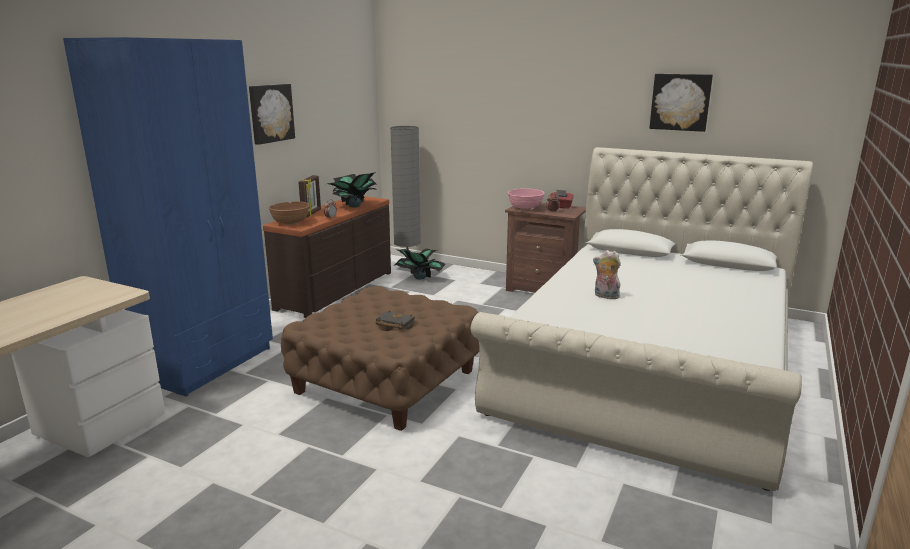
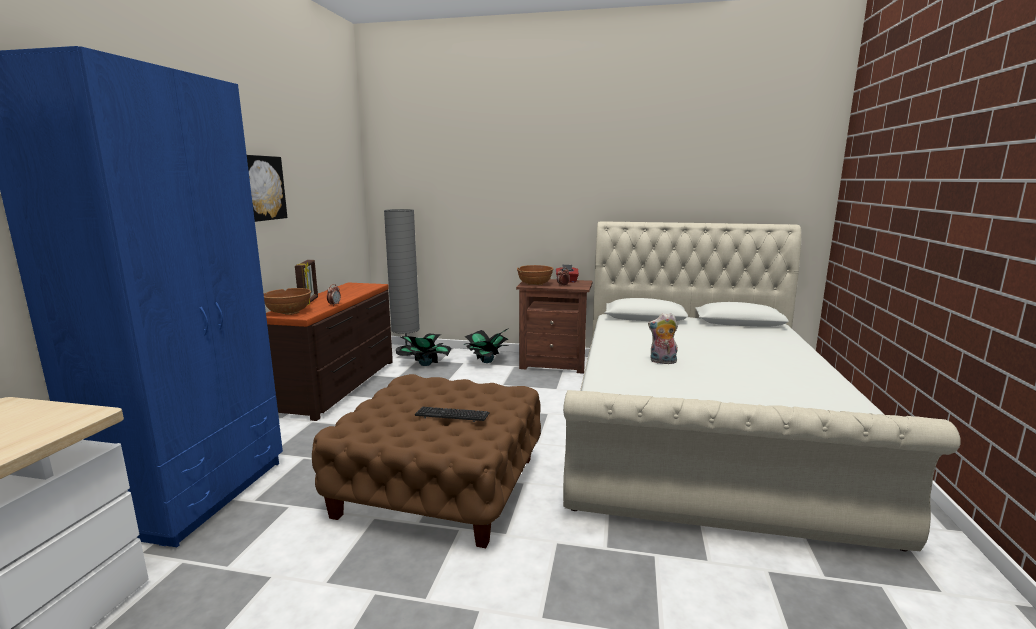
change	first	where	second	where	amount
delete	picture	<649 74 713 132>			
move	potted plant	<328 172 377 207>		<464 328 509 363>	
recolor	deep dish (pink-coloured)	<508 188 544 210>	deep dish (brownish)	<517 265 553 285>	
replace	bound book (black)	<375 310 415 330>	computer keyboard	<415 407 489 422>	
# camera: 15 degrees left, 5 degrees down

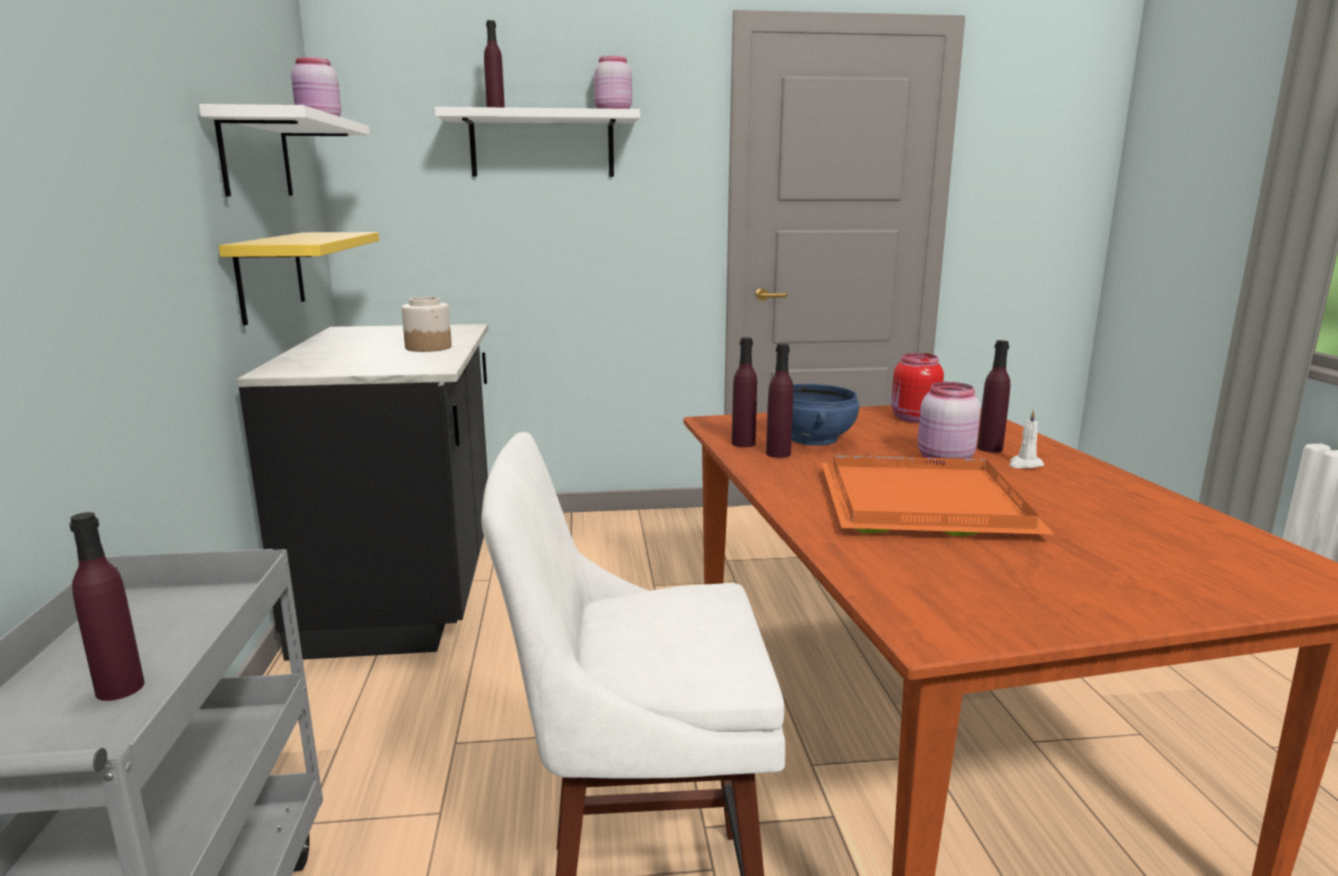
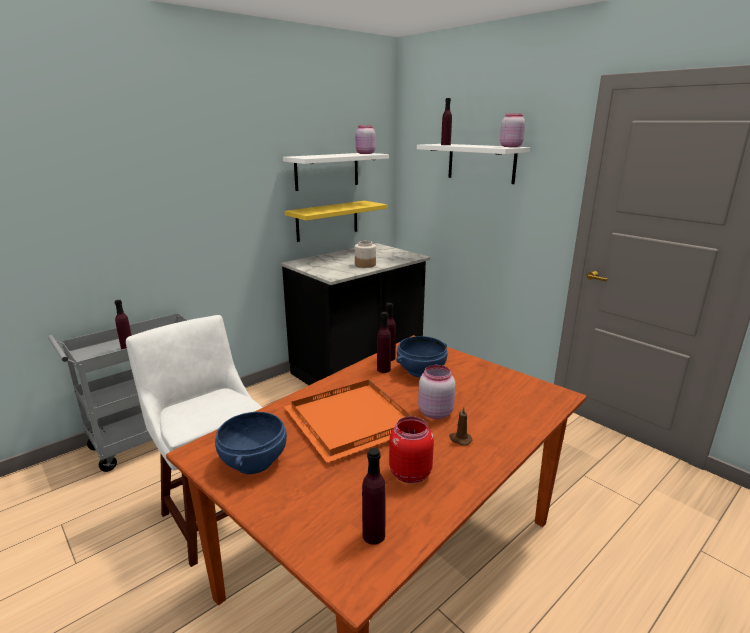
change	first	where	second	where	amount
move	beverage bottle (purple-coloured)	<977 340 1010 453>		<362 448 386 545>	
move	jar (reddish)	<891 353 944 423>		<389 416 434 483>	
recolor	wax candle (white)	<1009 409 1044 468>	wax candle (brownish)	<449 406 473 445>	
insert			deep dish (bluish)	<215 412 287 474>	
# camera: 55 degrees right, 5 degrees up

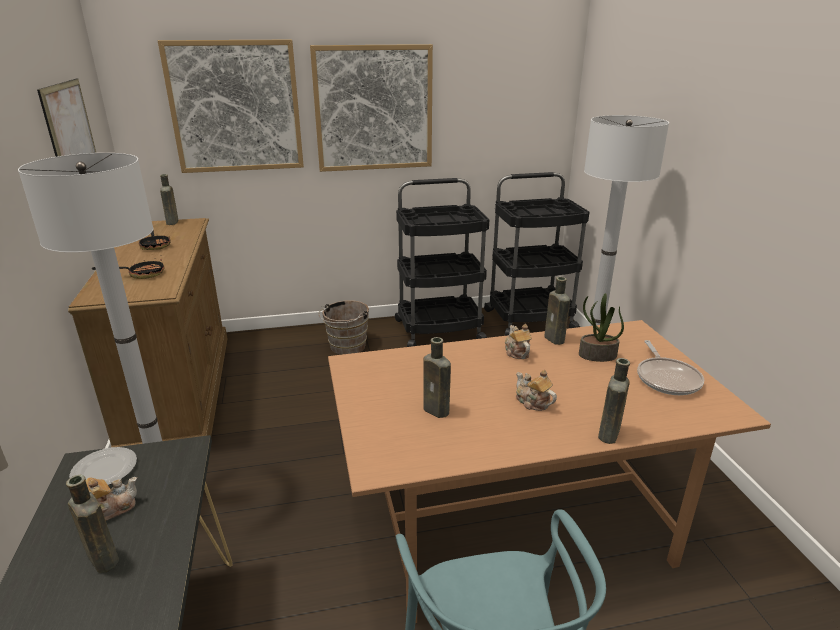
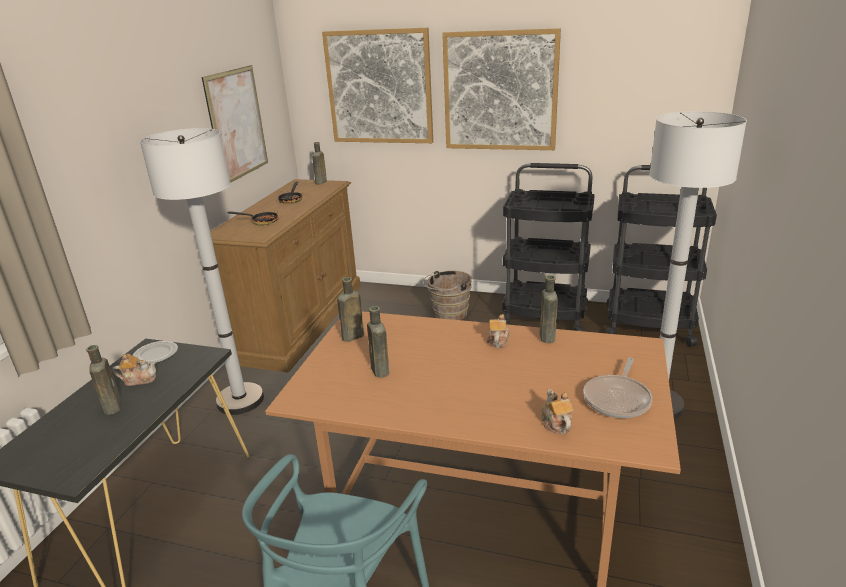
change	first	where	second	where	amount
delete	potted plant	<579 293 624 362>			
move	beverage bottle (brownish)	<598 358 630 444>		<337 277 364 342>	
move	tea pot	<516 369 557 411>		<541 389 574 434>	
# camera: 30 degrees right, 0 degrees up

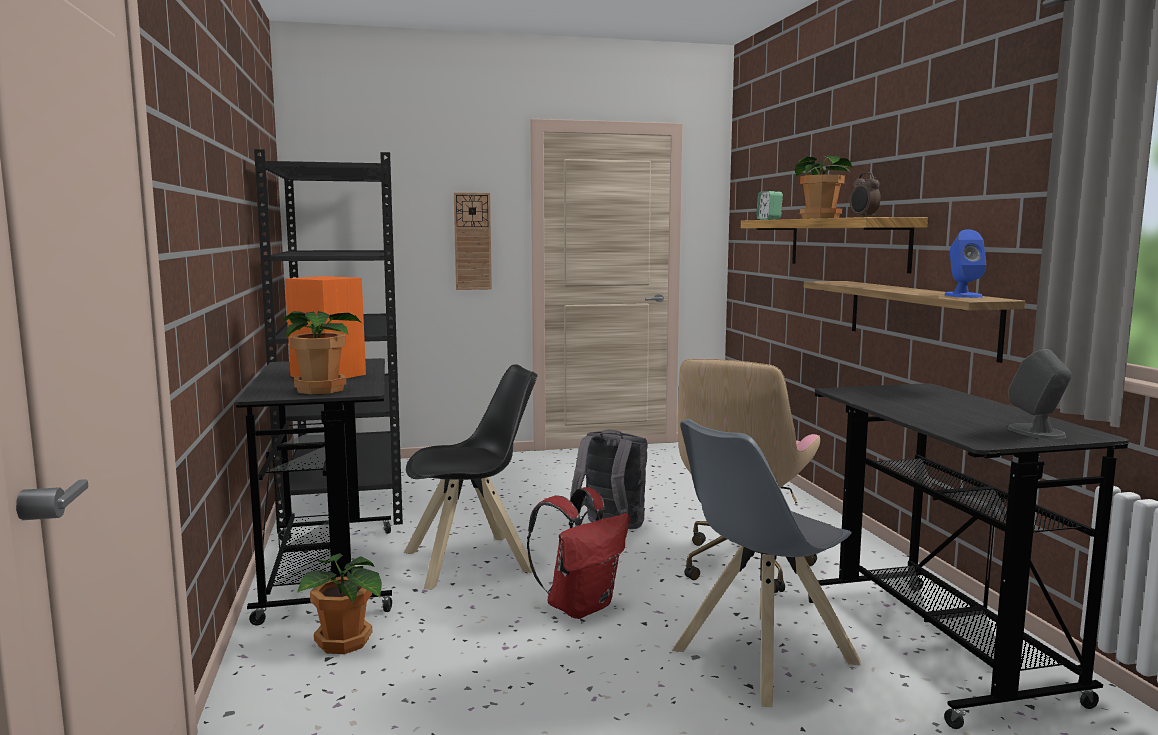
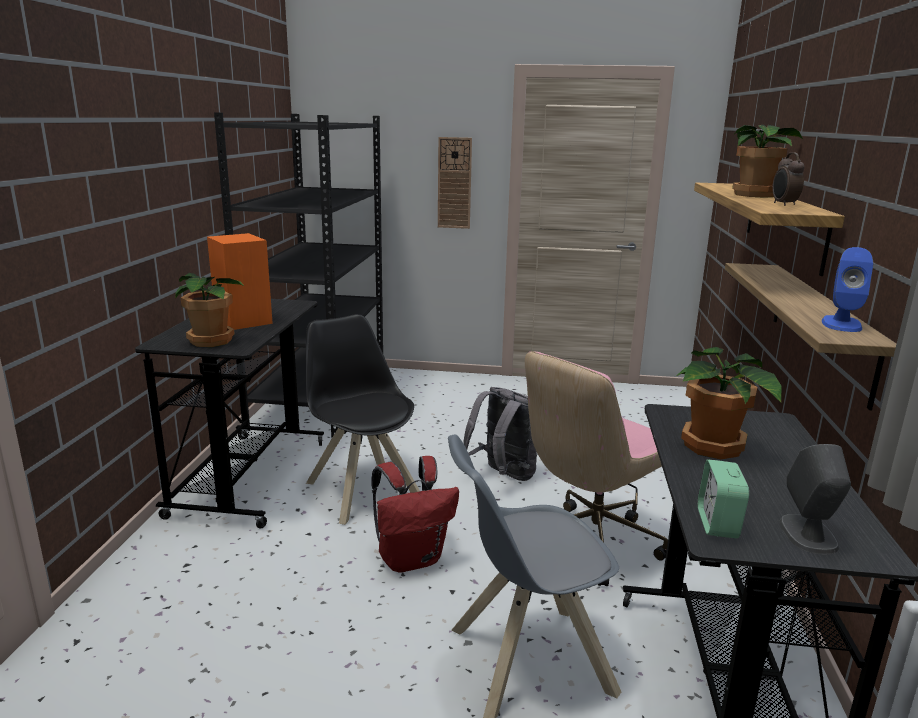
change	first	where	second	where	amount
move	alarm clock	<756 191 783 220>		<698 459 749 539>	
rotate	chair (black)	<404 364 538 590>		<306 314 420 525>	120 degrees counterclockwise
move	potted plant	<297 553 382 654>		<677 347 782 459>	
# camera: 20 degrees right, 10 degrees up

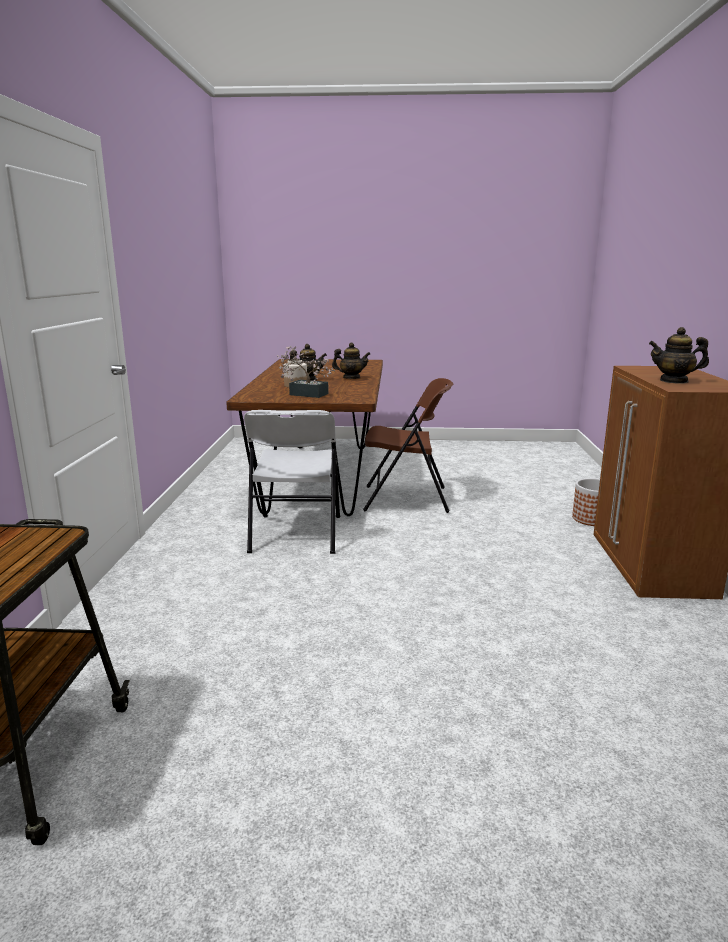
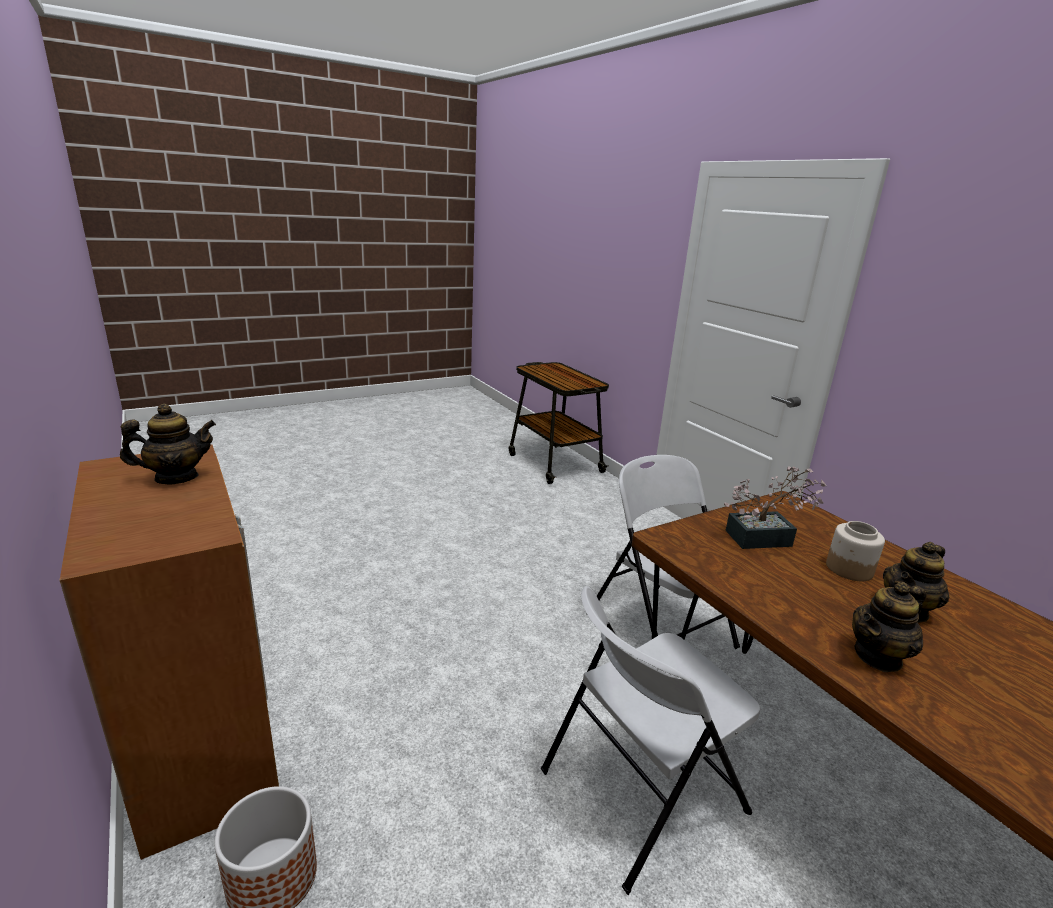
change	first	where	second	where	amount
recolor	chair (brownish)	<363 378 453 513>	chair (white)	<541 586 760 895>	
# camera: 145 degrees right, 5 degrees up

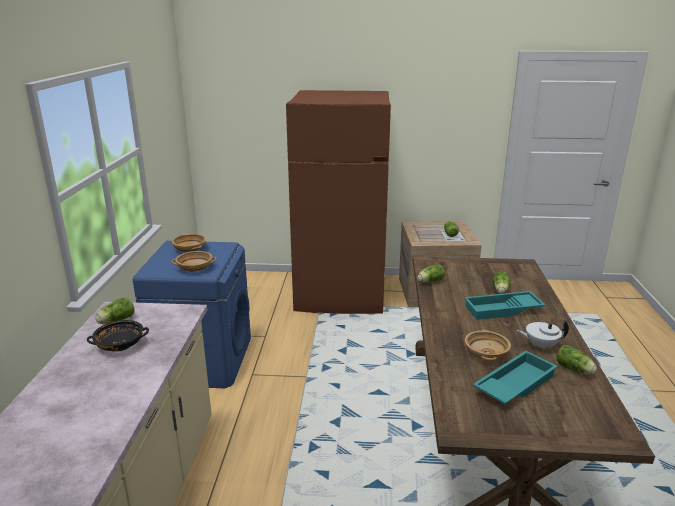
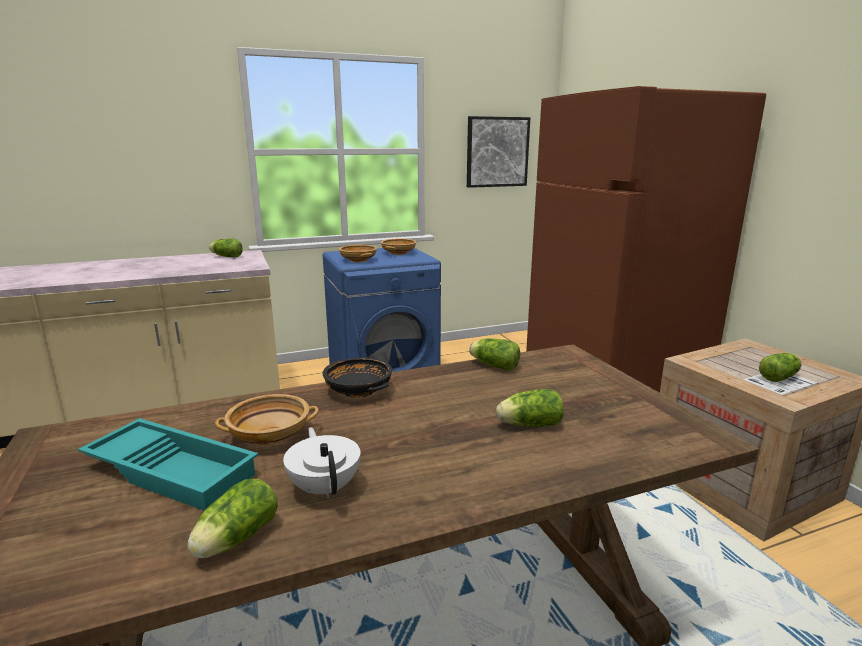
change	first	where	second	where	amount
delete	carrying tray (turquoise-coloured)	<464 291 545 320>			
move	deep dish (black)	<87 320 149 352>		<322 357 392 398>	
insert			picture	<467 116 530 188>	
# camera: 65 degrees right, 5 degrees down

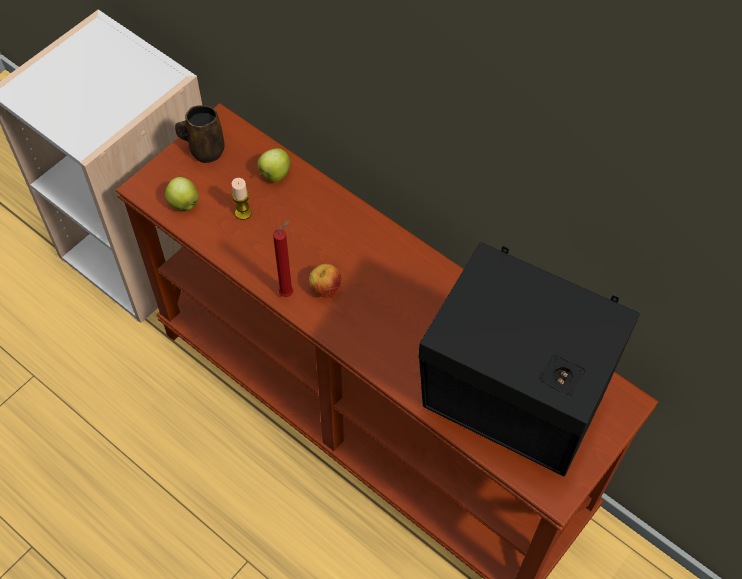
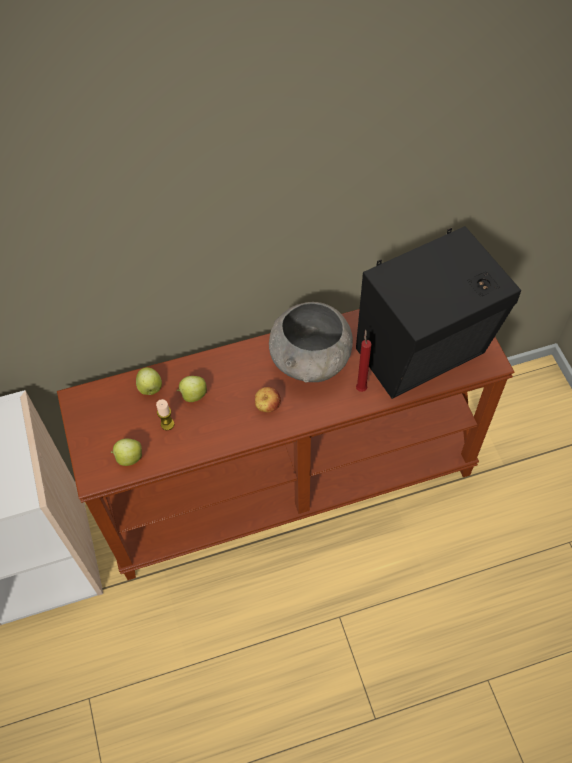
change	first	where	second	where	amount
delete	mug (brownish)	<175 105 225 163>			
move	wax candle (reddish)	<273 220 293 297>		<356 330 371 392>	
insert			deep dish (greyish)	<269 302 353 383>	
insert			apple fruit	<177 376 207 402>	
# camera: 55 degrees left, 0 degrees up

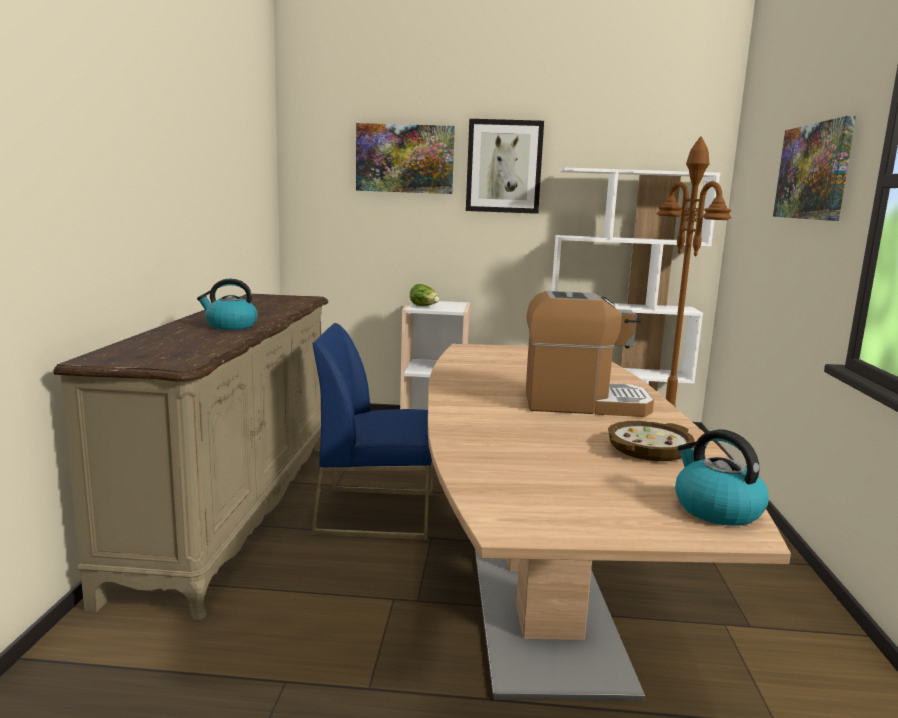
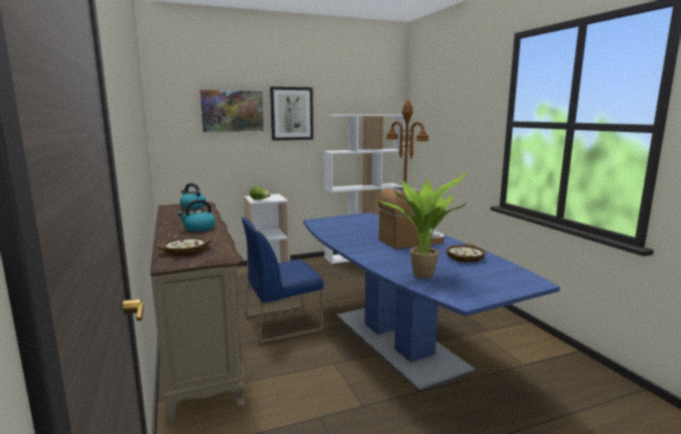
change	first	where	second	where	amount
delete	picture	<773 116 856 221>			
recolor	dining table (brownish)	<428 344 791 701>	dining table (bluish)	<303 212 560 392>	
move	kettle	<675 429 769 526>		<180 183 206 209>	
insert			potted plant	<377 171 468 279>	
insert			deep dish	<157 236 212 256>	
# camera: 25 degrees left, 0 degrees up

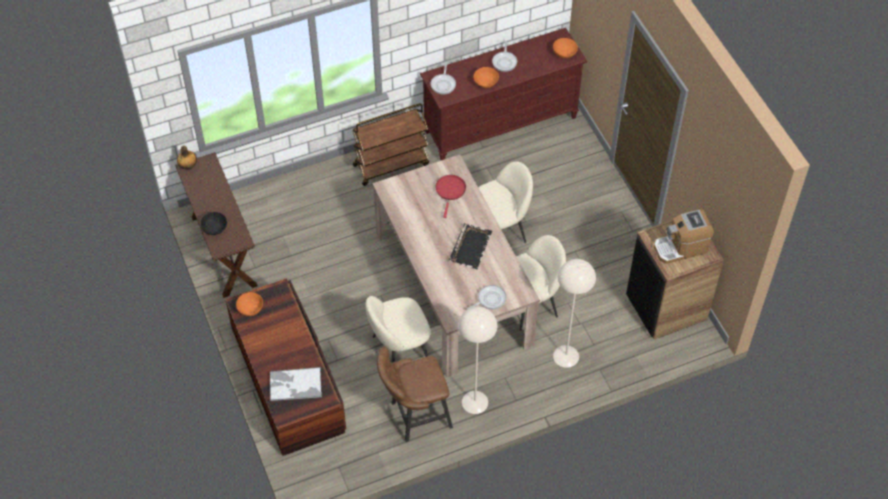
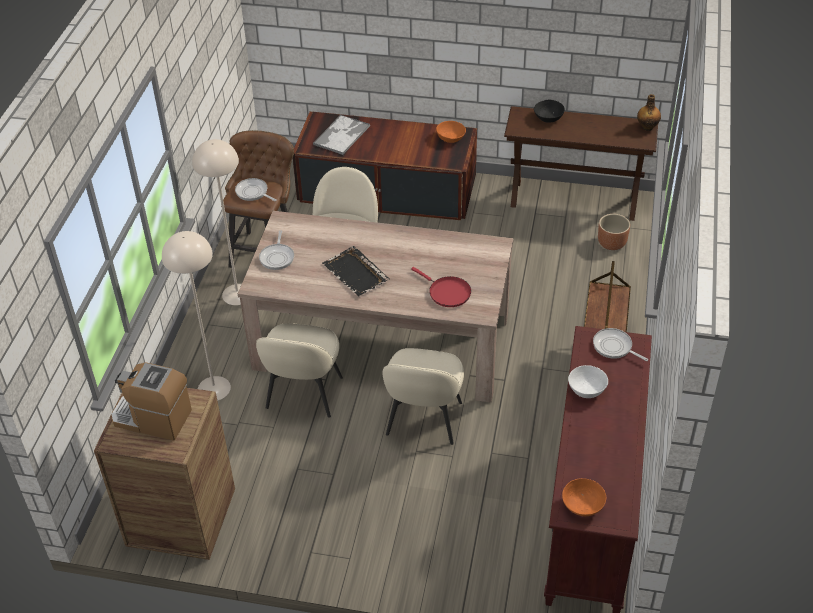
change	first	where	second	where	amount
move	skillet	<492 41 517 72>		<235 178 277 201>	
recolor	deep dish (orange)	<474 67 499 88>	deep dish (white)	<568 365 608 398>	
rotate	coffee brewer	<654 209 714 264>		<111 362 192 441>	90 degrees counterclockwise
insert			planter (brownish)	<598 214 630 250>	
# camera: 125 degrees right, 10 degrees down

